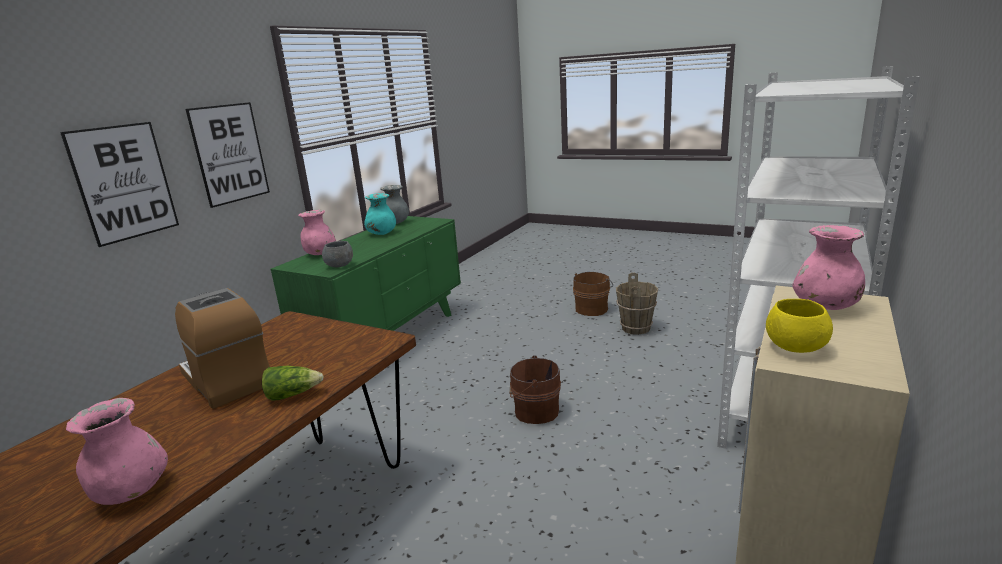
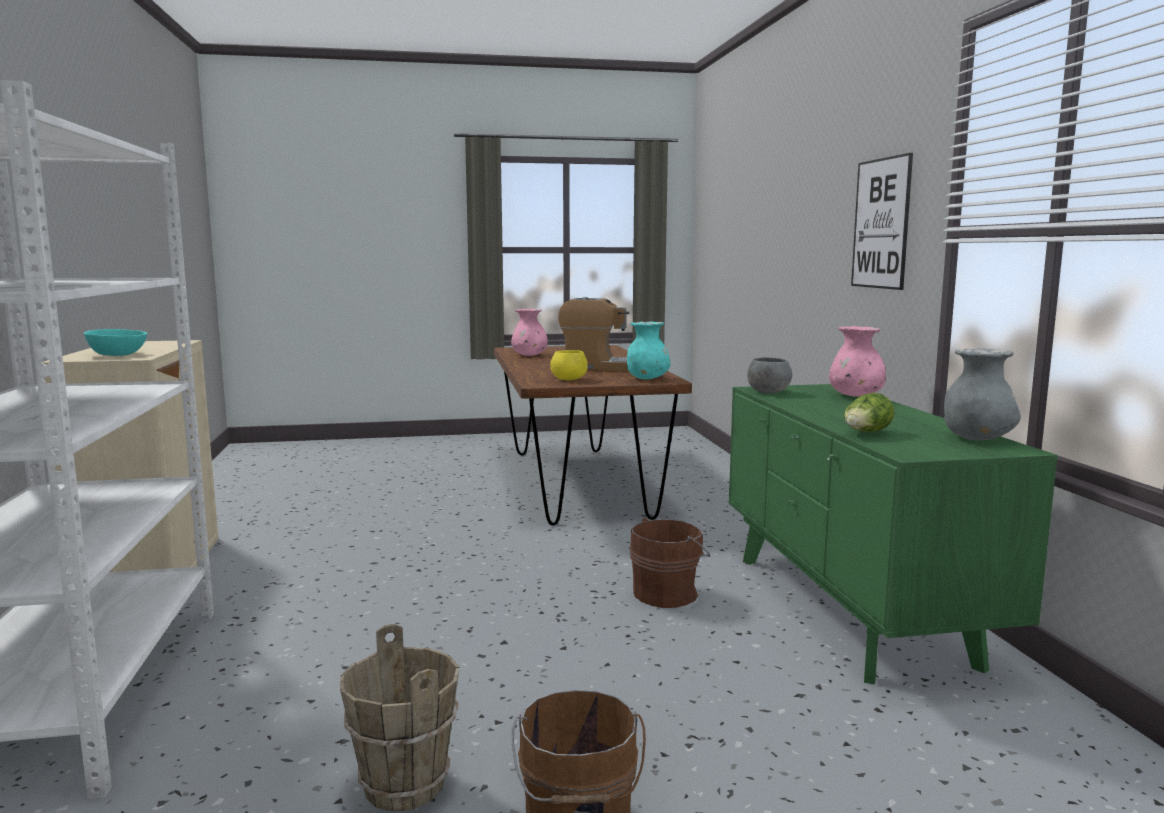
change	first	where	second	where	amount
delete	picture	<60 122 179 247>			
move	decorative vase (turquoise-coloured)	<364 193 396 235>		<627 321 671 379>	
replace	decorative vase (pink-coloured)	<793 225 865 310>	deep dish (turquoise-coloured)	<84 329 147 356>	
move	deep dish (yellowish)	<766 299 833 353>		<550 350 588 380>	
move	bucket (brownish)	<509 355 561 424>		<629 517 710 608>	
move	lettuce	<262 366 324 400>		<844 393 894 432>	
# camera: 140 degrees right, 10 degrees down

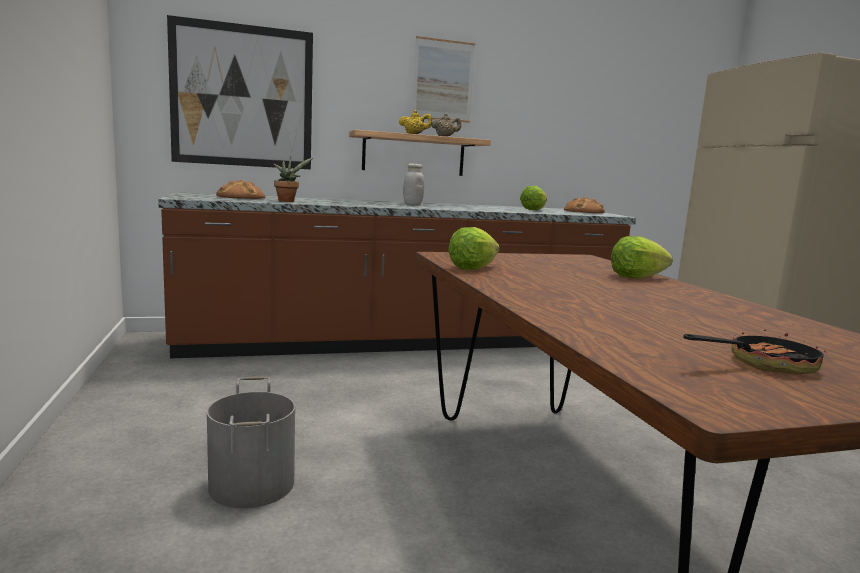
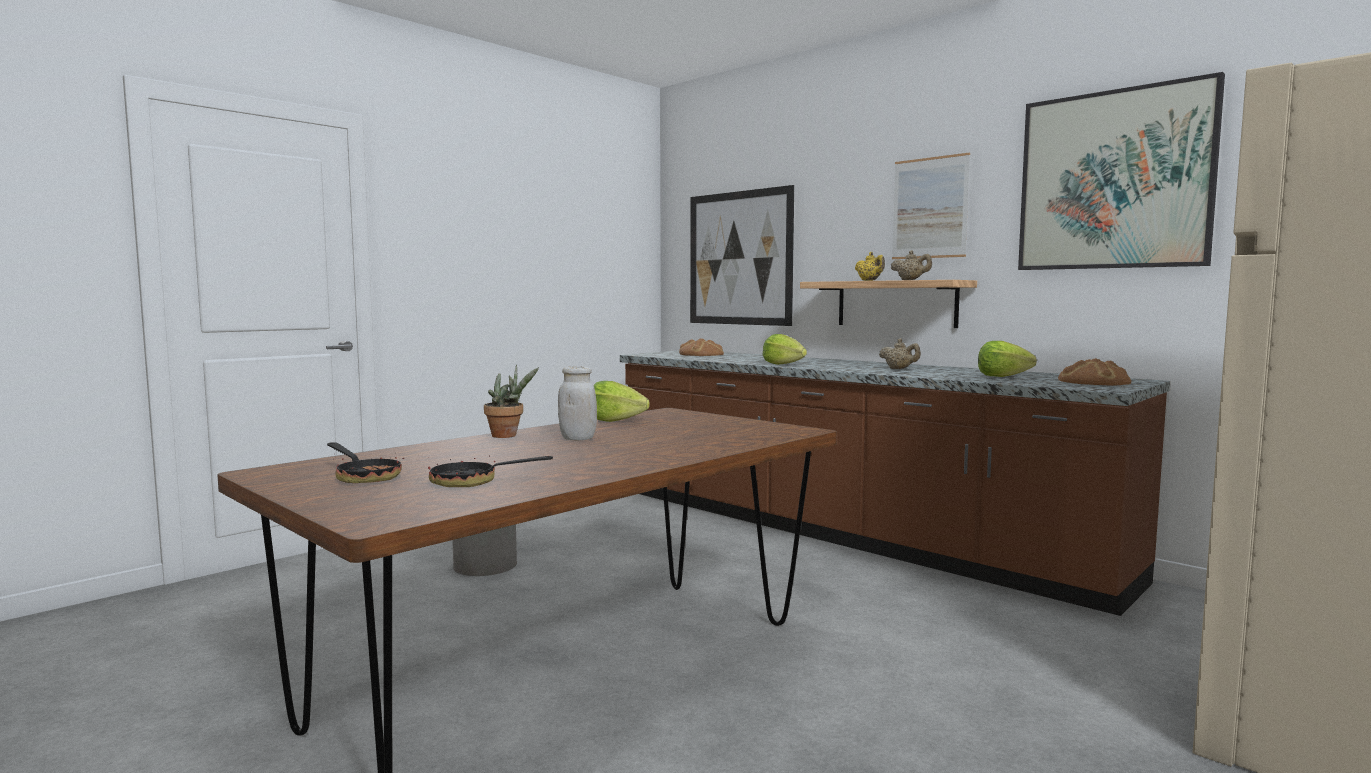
change	first	where	second	where	amount
move	potted plant	<273 156 313 202>		<484 365 539 438>	
move	jar (white)	<403 163 424 205>		<558 366 597 440>	
move	lettuce	<611 236 673 279>		<763 334 807 365>	
insert			picture	<1018 72 1225 270>	
insert			tea pot (beige-coloured)	<879 338 921 369>	
insert			skillet	<428 448 553 487>	
# camera: 60 degrees right, 5 degrees down

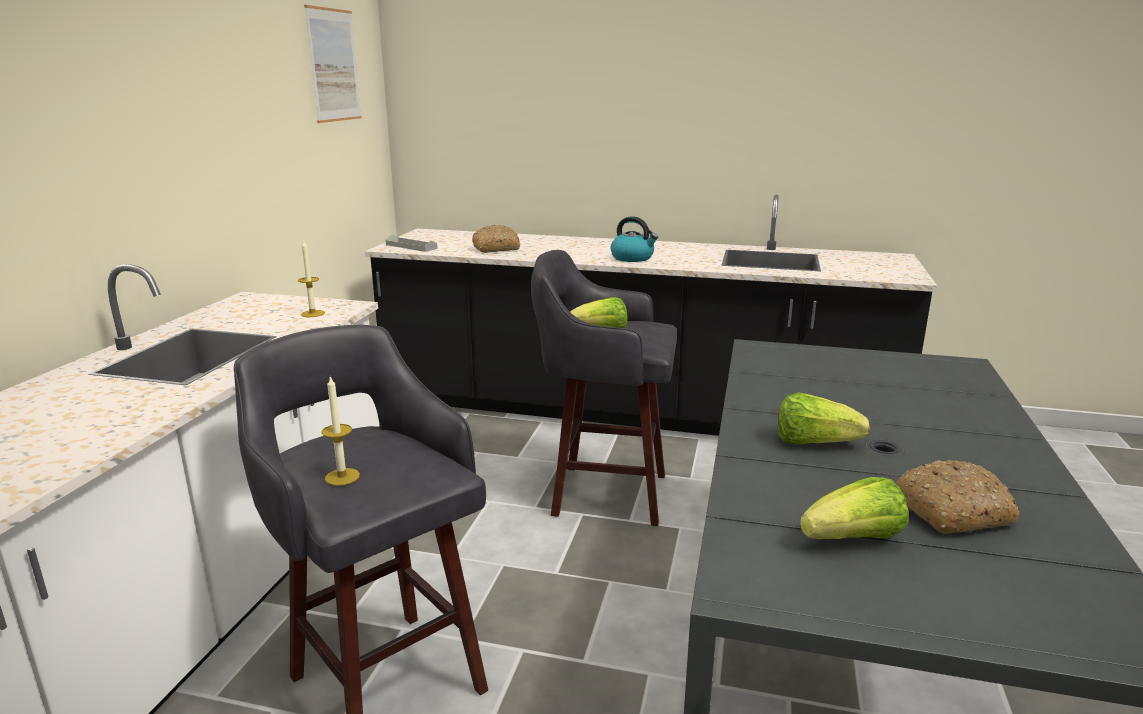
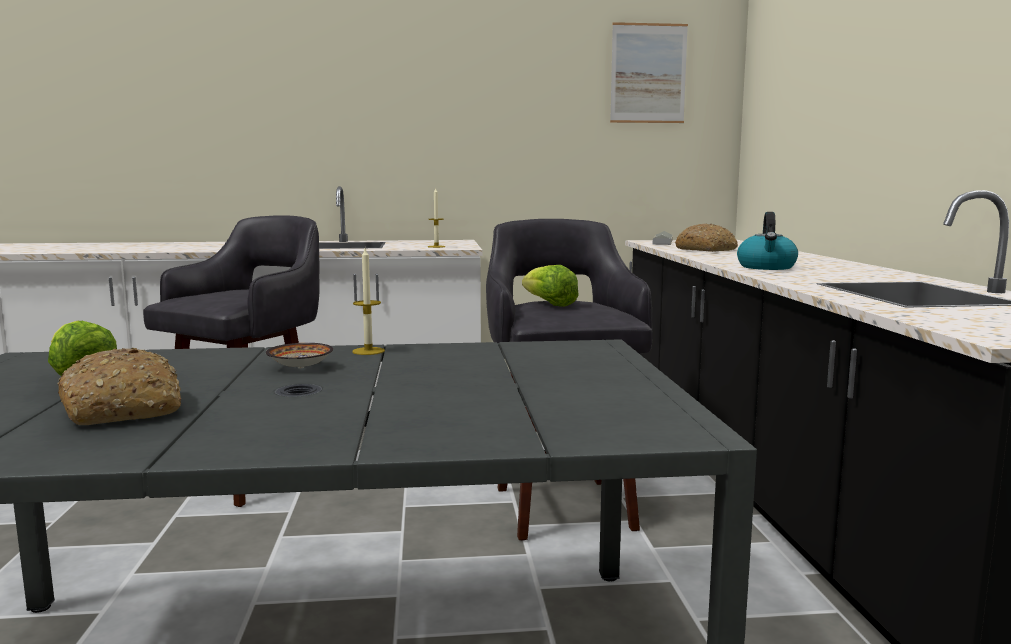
change	first	where	second	where	amount
move	wax candle	<321 376 360 486>		<352 248 385 355>	
replace	lettuce	<778 392 870 445>	deep dish	<266 343 333 369>	
# camera: 70 degrees right, 10 degrees down

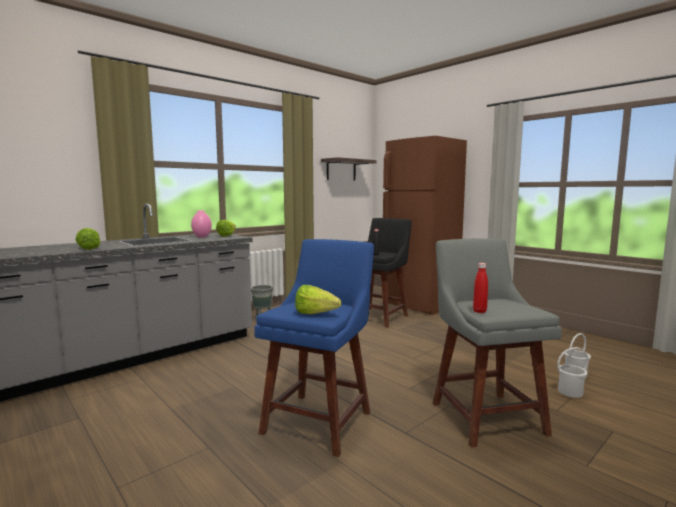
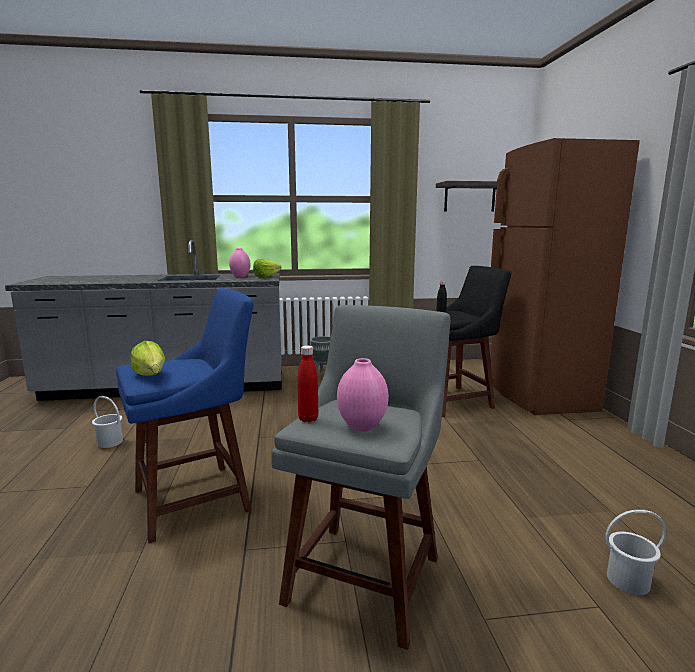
change	first	where	second	where	amount
delete	lettuce	<76 228 101 250>			
move	bucket (white)	<557 347 589 398>		<92 396 123 448>	
insert			decorative vase (pink-coloured)	<337 358 389 432>	
# camera: 35 degrees right, 5 degrees up

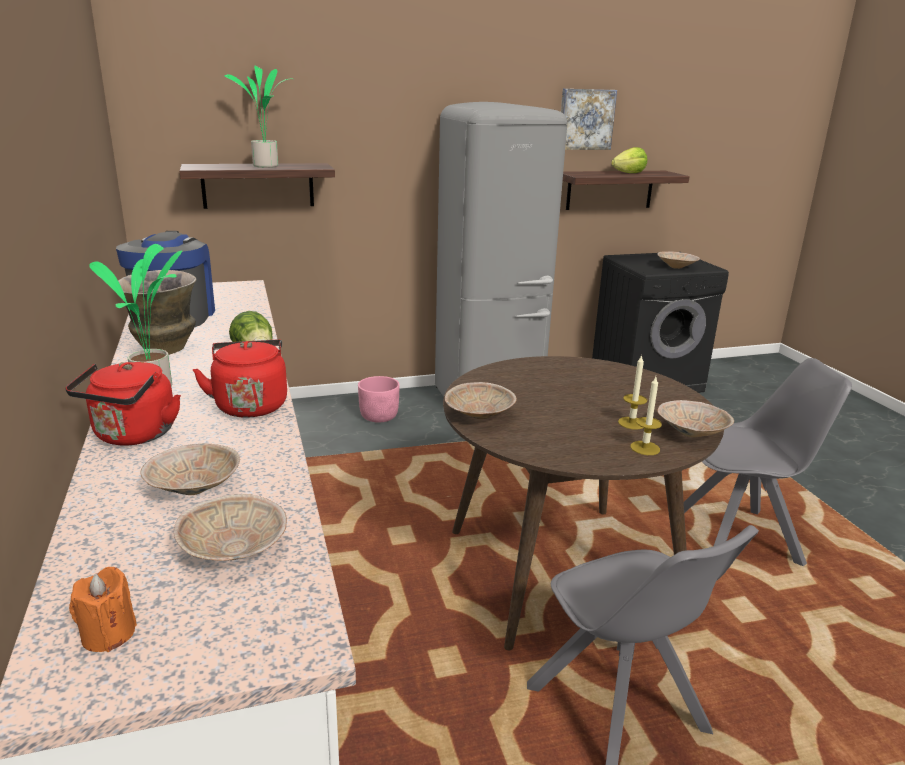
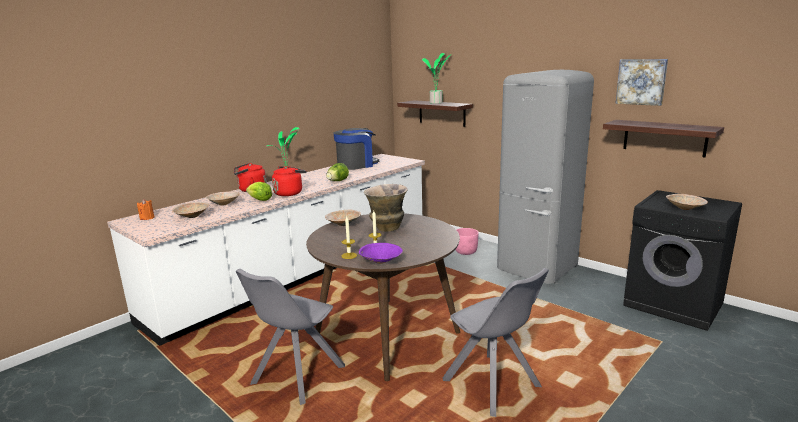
change	first	where	second	where	amount
move	lettuce	<611 147 647 173>		<246 182 272 201>	
move	decorative vase	<118 270 196 355>		<364 184 408 232>	
recolor	deep dish (beige-coloured)	<657 400 734 438>	deep dish (purple-coloured)	<359 243 403 264>	
# camera: 60 degrees right, 5 degrees down

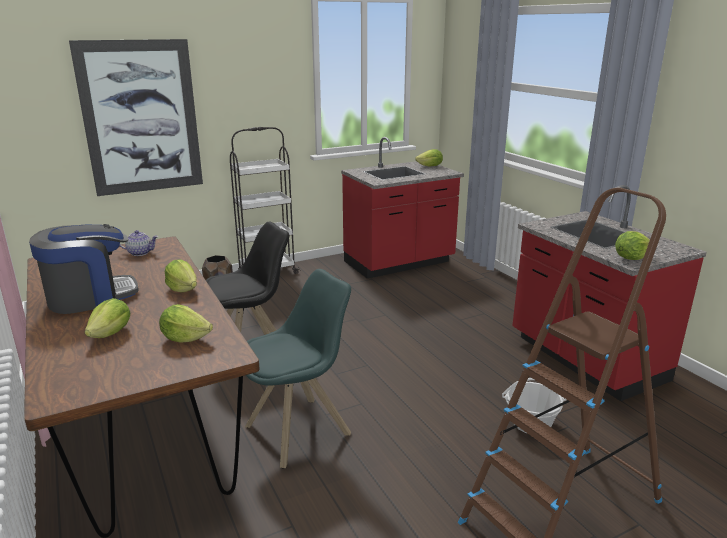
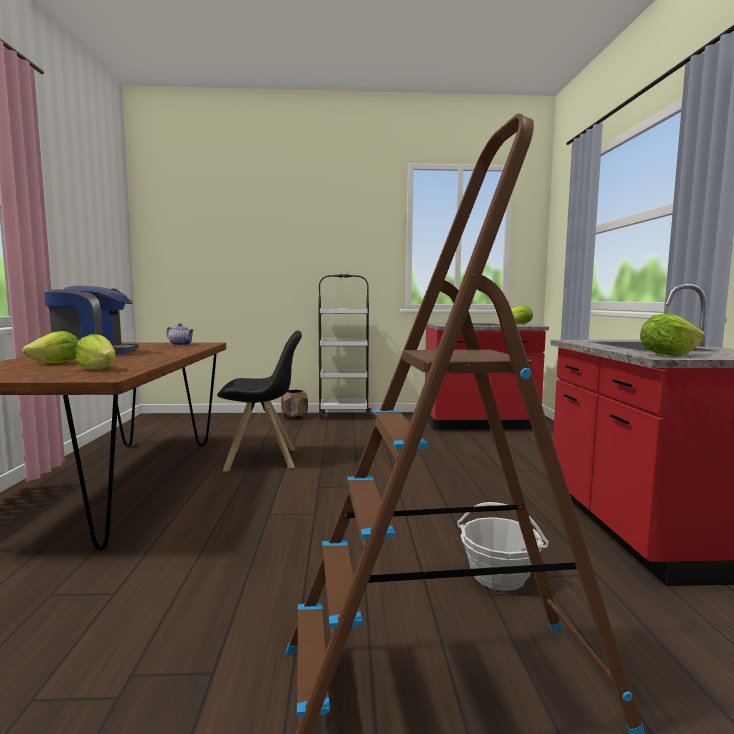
change	first	where	second	where	amount
delete	picture	<69 39 203 196>			
delete	lettuce	<165 259 197 293>			
delete	chair (turquoise-coloured)	<245 269 351 468>			
# camera: 25 degrees right, 15 degrees down

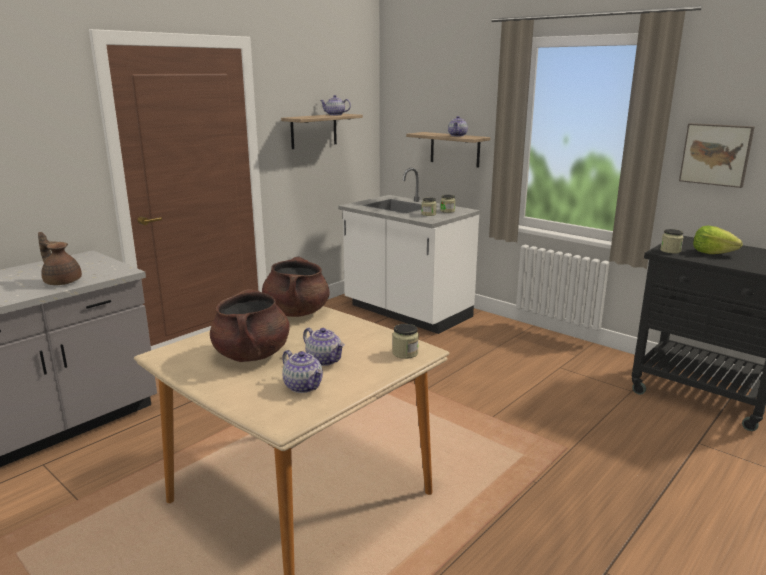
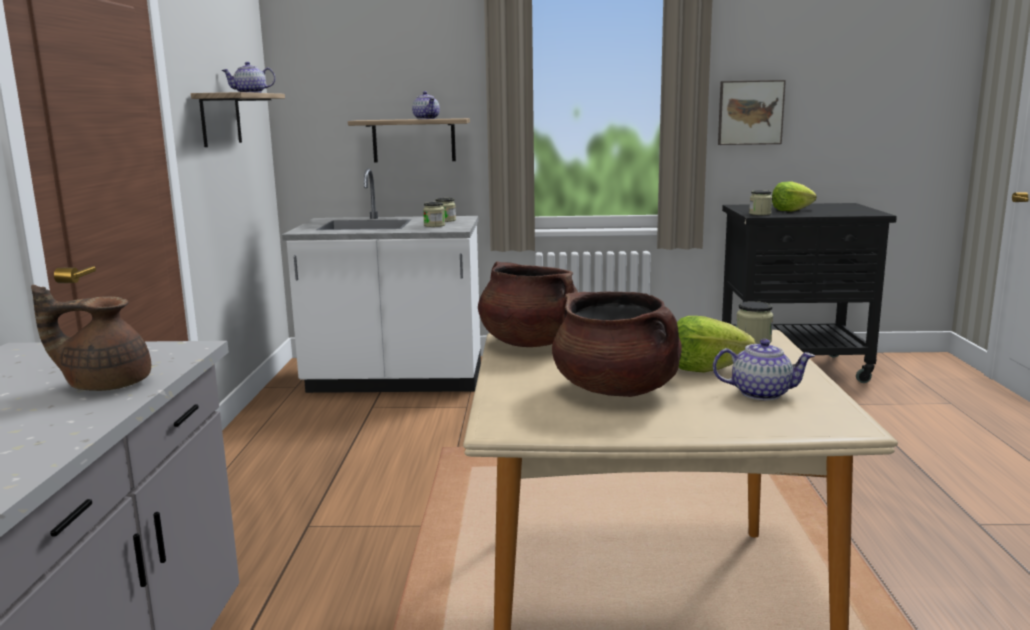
change	first	where	second	where	amount
replace	tea pot	<303 328 345 366>	lettuce	<677 316 755 372>	
# camera: 40 degrees left, 5 degrees down

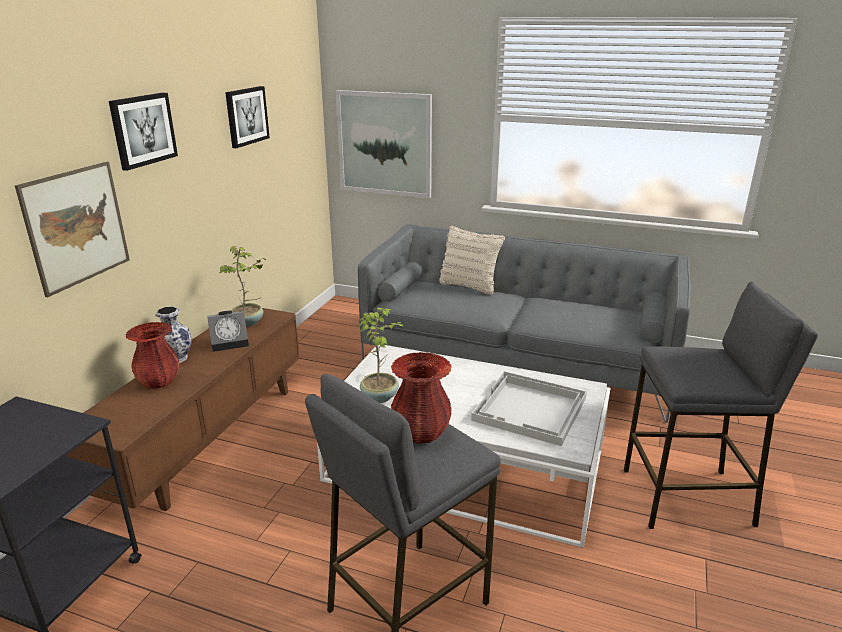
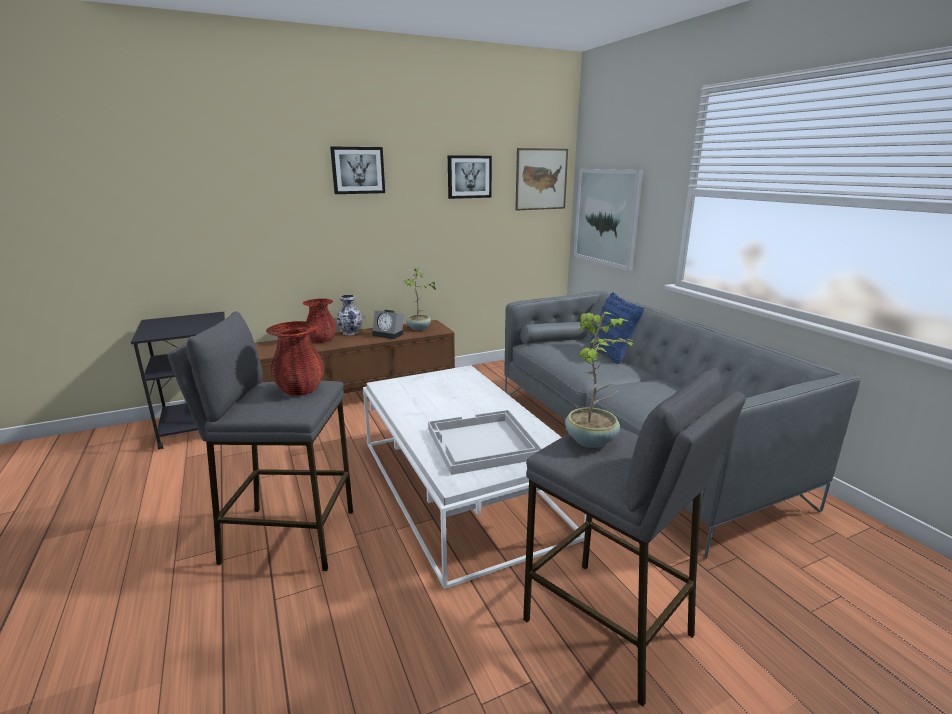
change	first	where	second	where	amount
move	picture	<15 162 130 297>		<515 148 568 211>	
recolor	cushion (beige-coloured)	<439 226 505 295>	cushion (bluish)	<589 292 644 364>	
move	potted plant	<359 308 403 403>		<565 312 634 448>	
# camera: 45 degrees right, 5 degrees down

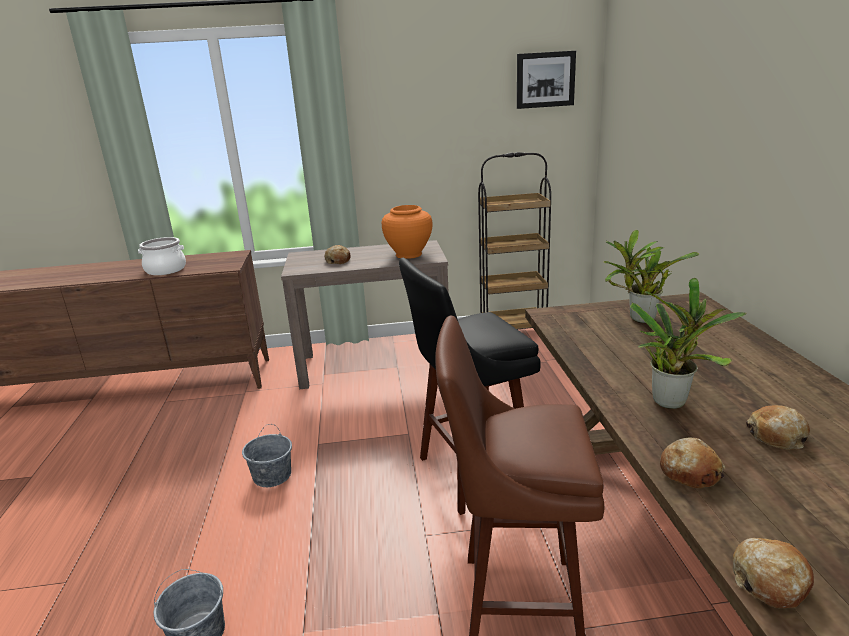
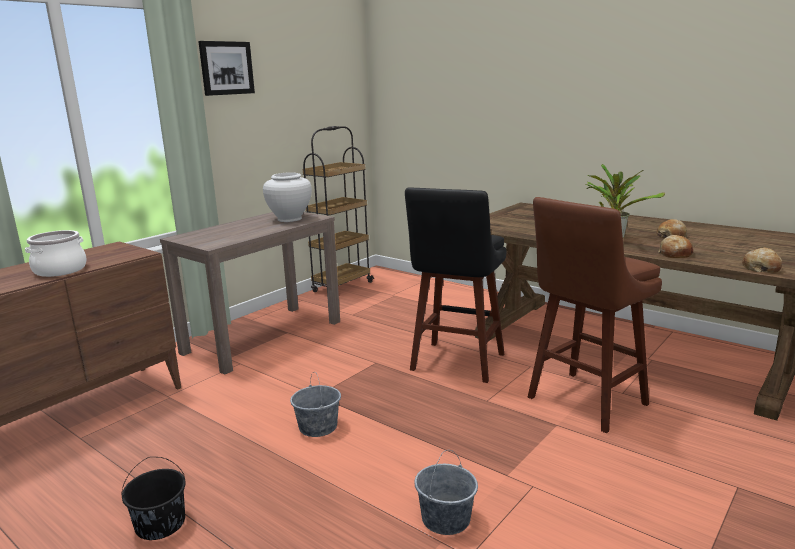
change	first	where	second	where	amount
move	picture	<517 51 576 109>		<198 41 255 96>	
recolor	decorative vase (orange)	<382 205 432 259>	decorative vase (white)	<263 172 312 222>	
delete	potted plant	<604 229 699 323>			
delete	bread	<325 245 350 264>			
insert			bucket (black)	<121 457 186 540>	
# camera: 45 degrees left, 5 degrees down

